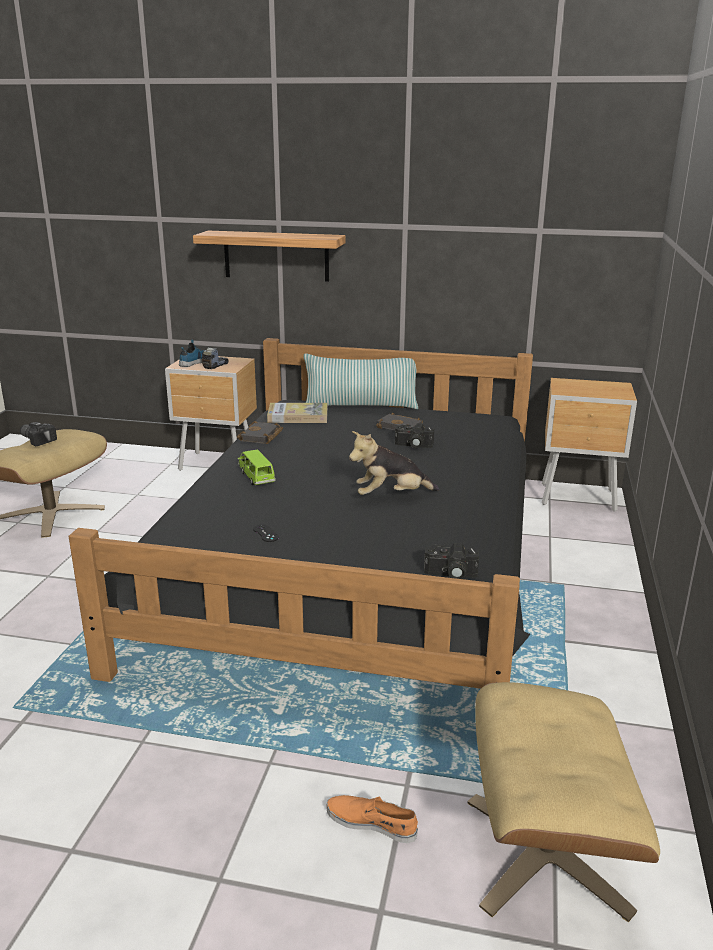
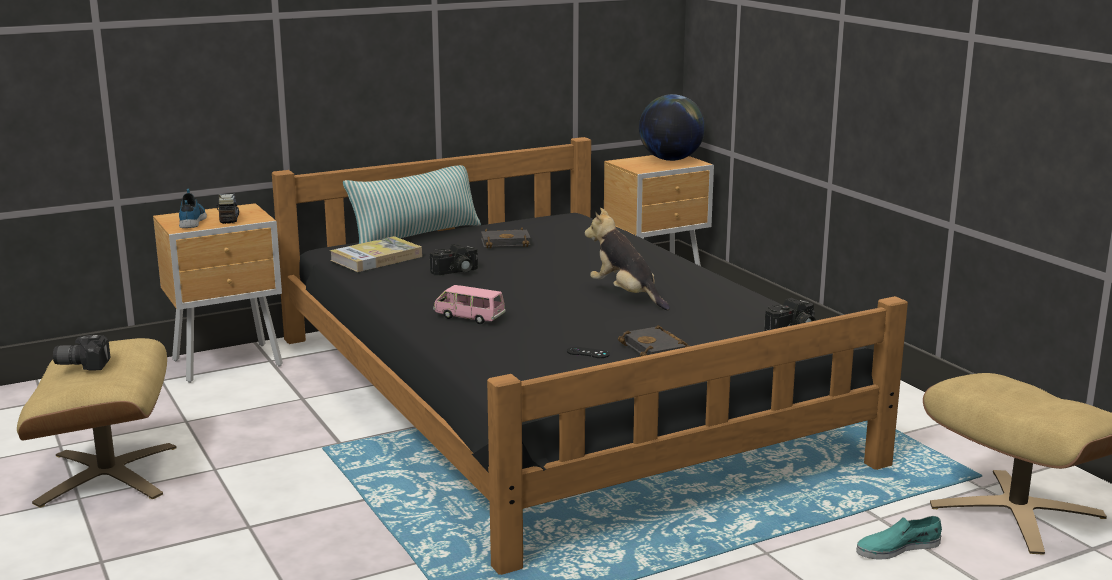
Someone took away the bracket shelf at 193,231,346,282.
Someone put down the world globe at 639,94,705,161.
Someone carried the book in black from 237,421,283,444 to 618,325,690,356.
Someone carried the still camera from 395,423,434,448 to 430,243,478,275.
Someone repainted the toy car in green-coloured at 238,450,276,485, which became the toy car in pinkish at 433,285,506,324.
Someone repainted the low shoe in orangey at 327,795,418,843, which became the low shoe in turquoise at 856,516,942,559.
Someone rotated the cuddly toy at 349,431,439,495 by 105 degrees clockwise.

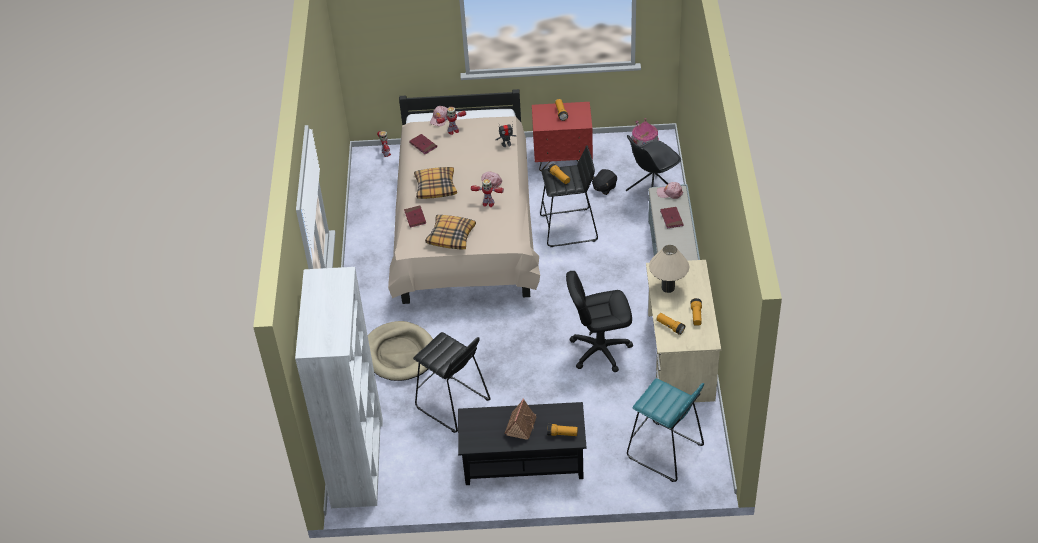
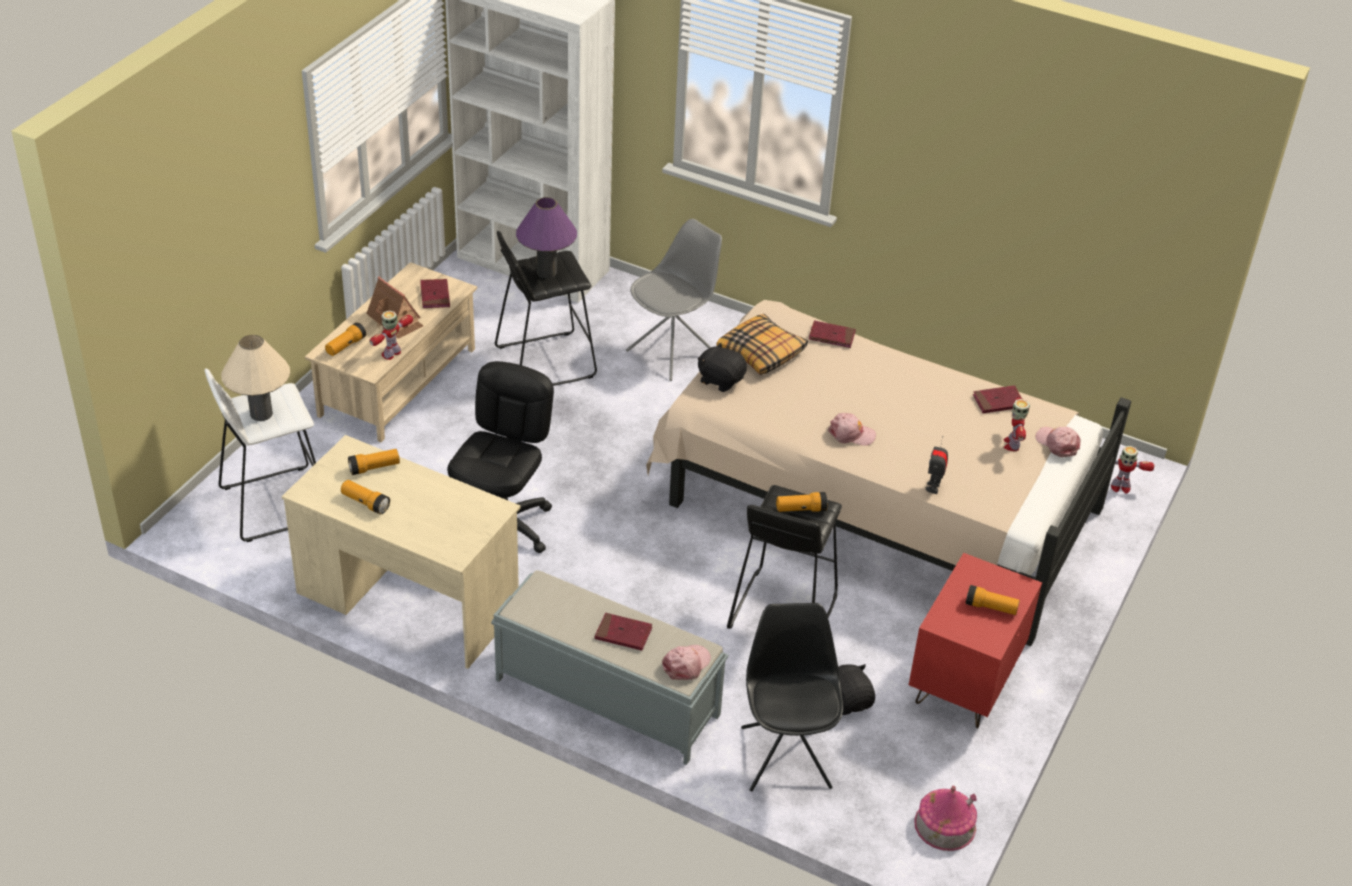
Someone took away the throw pillow at 414,167,457,199.
Someone put down the book in red-coloured at 420,279,450,308.
Someone put down the lamp for a table in purple-coloured at 516,197,577,278.
Someone put down the cuddly toy in black at 698,343,747,392.
Someone carried the model robot from 471,178,504,207 to 369,311,413,360.
Someone carried the lamp for a table in beige-coloured from 649,245,690,293 to 221,335,290,421.
Someone swapped the dog bed in beige-coloured at 368,321,433,381 for the plain chair in greyish at 626,219,722,381.
Someone repainted the lounge table in black at 458,402,587,485, which became the lounge table in beige-coloured at 305,262,477,442.
Someone repainted the stool seat in turquoise at 627,379,704,482, which became the stool seat in whitish at 205,368,316,542.

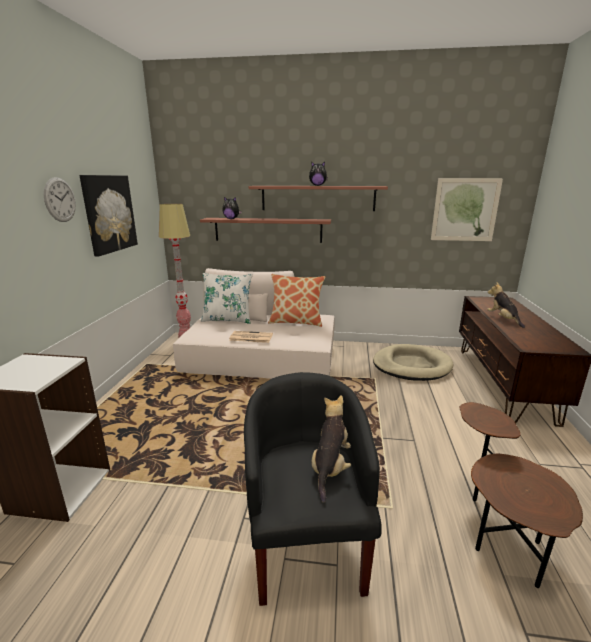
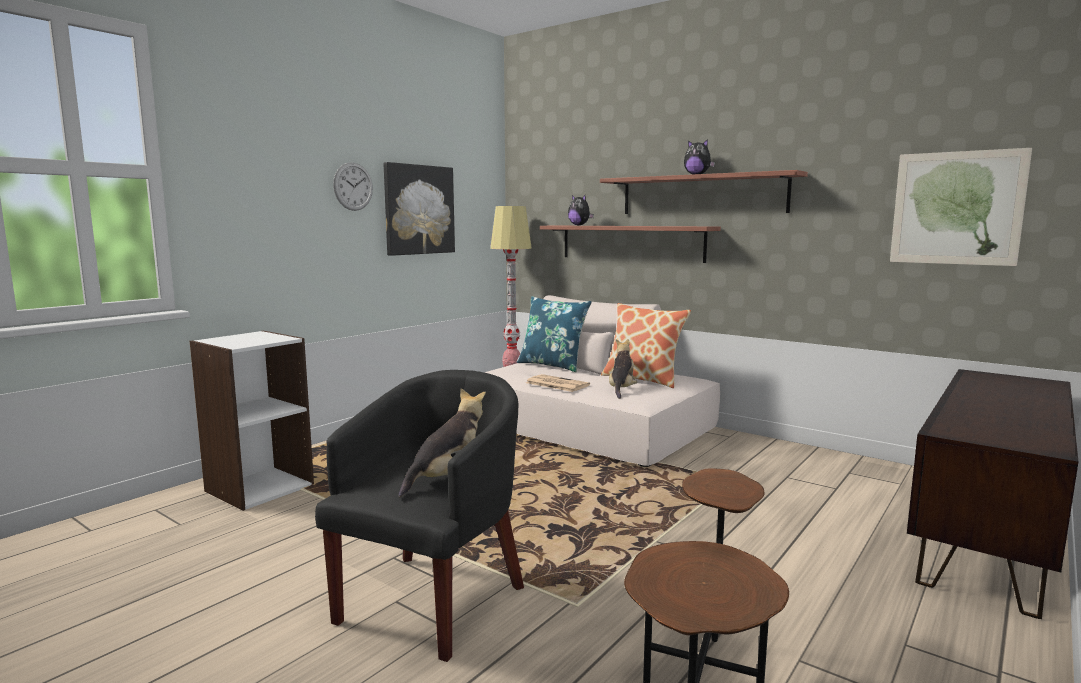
Someone took away the dog bed in beige-coloured at 373,344,453,381.
Someone carried the cuddly toy from 487,282,525,328 to 609,339,637,399.
Someone repainted the throw pillow in whitish at 201,273,253,324, which became the throw pillow in blue-coloured at 517,296,592,372.

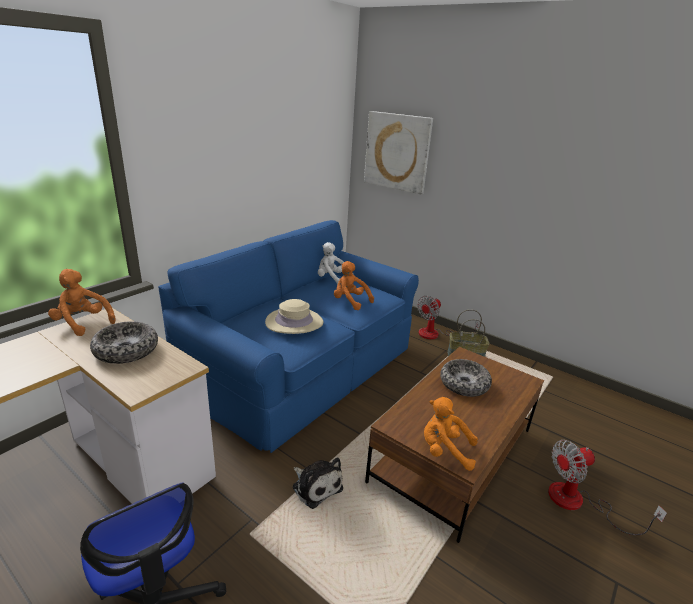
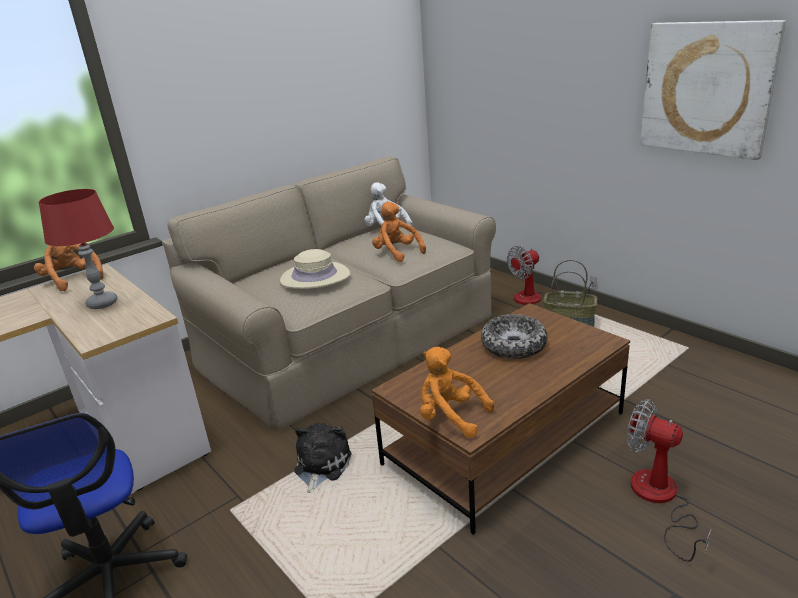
Someone carried the picture from 364,111,433,194 to 640,20,786,160.
Someone swapped the serving bowl at 90,321,158,364 for the lamp for a table in red-coloured at 38,189,118,309.
Someone repainted the settee in blue-coloured at 158,220,419,453, which became the settee in beige-coloured at 162,156,496,430.
Someone rotated the cuddly toy at 292,457,343,509 by 135 degrees counterclockwise.
Someone rotated the electric fan at 548,440,667,535 by 45 degrees clockwise.

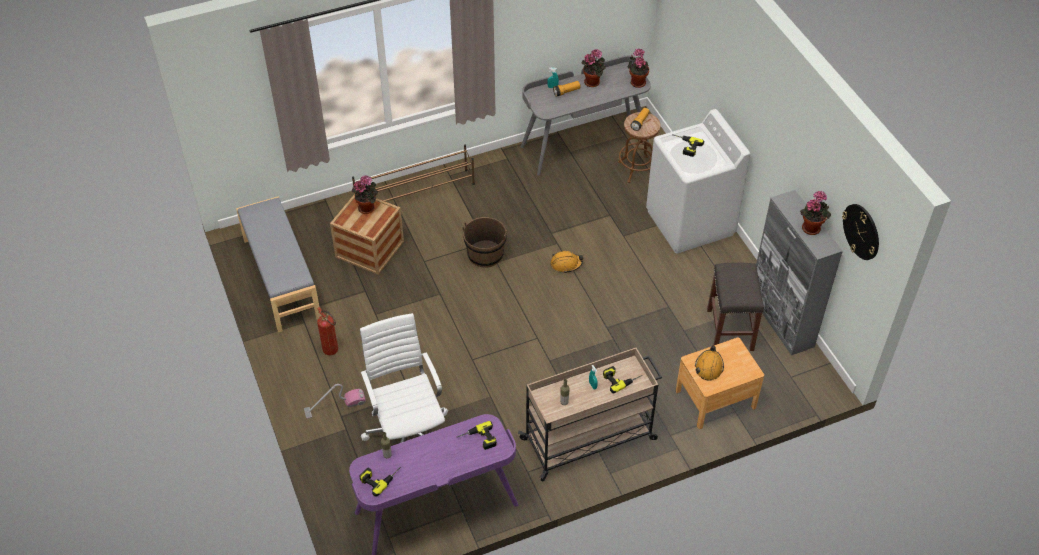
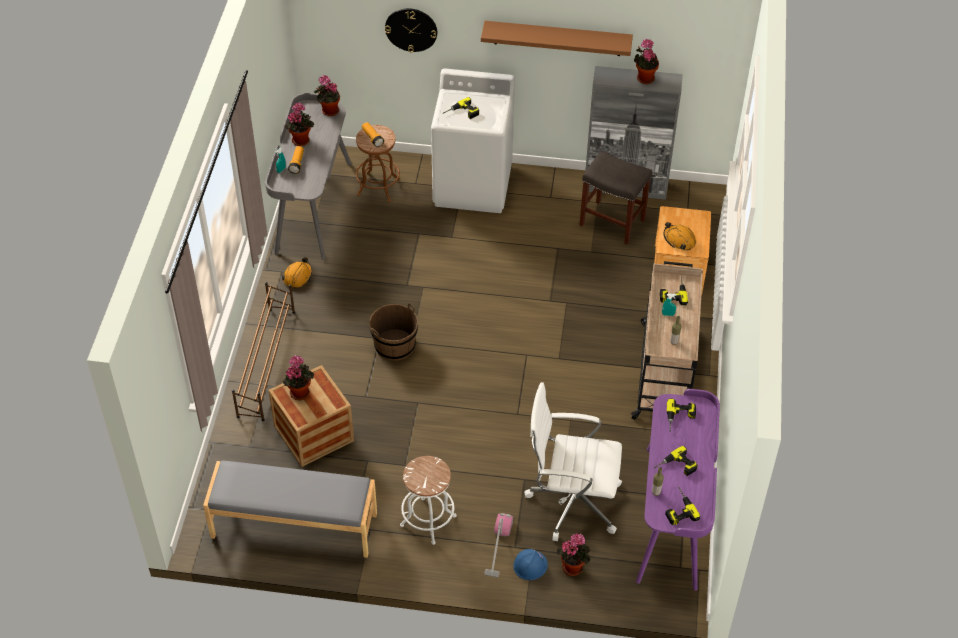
Someone put up the bracket shelf in brown at 481,21,633,56.
Someone put down the hard hat in blue-coloured at 513,549,548,580.
Someone put down the houseplant at 557,533,590,576.
Someone put down the electric drill at 654,446,698,476.
Someone carried the hard hat in orangey from 550,251,584,273 to 282,257,312,288.
Someone carried the clock on the wall from 842,204,879,260 to 385,8,437,53.
Someone swapped the fire-fighting cylinder at 317,307,338,355 for the stool seat in whitish at 400,456,457,545.

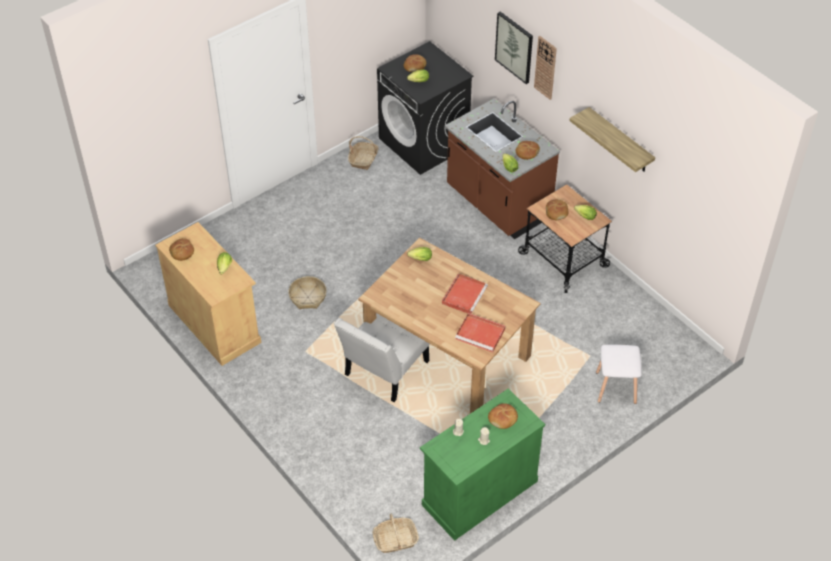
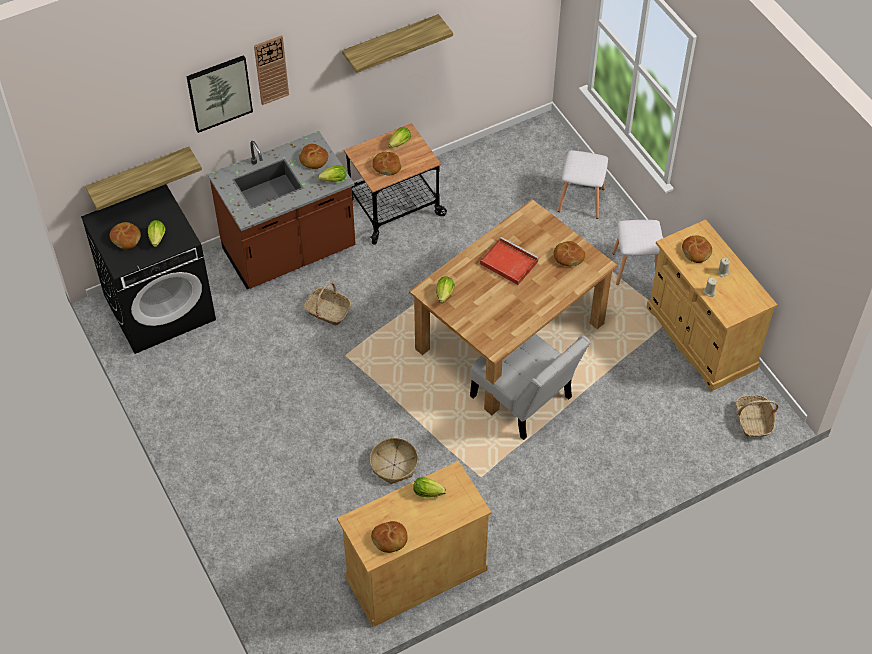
Someone put up the bracket shelf at 85,147,202,211.
Someone put down the stool seat in whitish at 612,220,663,285.
Someone carried the household basket from 348,136,378,170 to 304,282,351,325.
Someone swapped the tray in red-coloured at 455,313,505,352 for the bakery bread at 554,241,585,266.
Someone repainted the cabinet in green-coloured at 420,389,545,541, which became the cabinet in beige-coloured at 646,219,777,391.

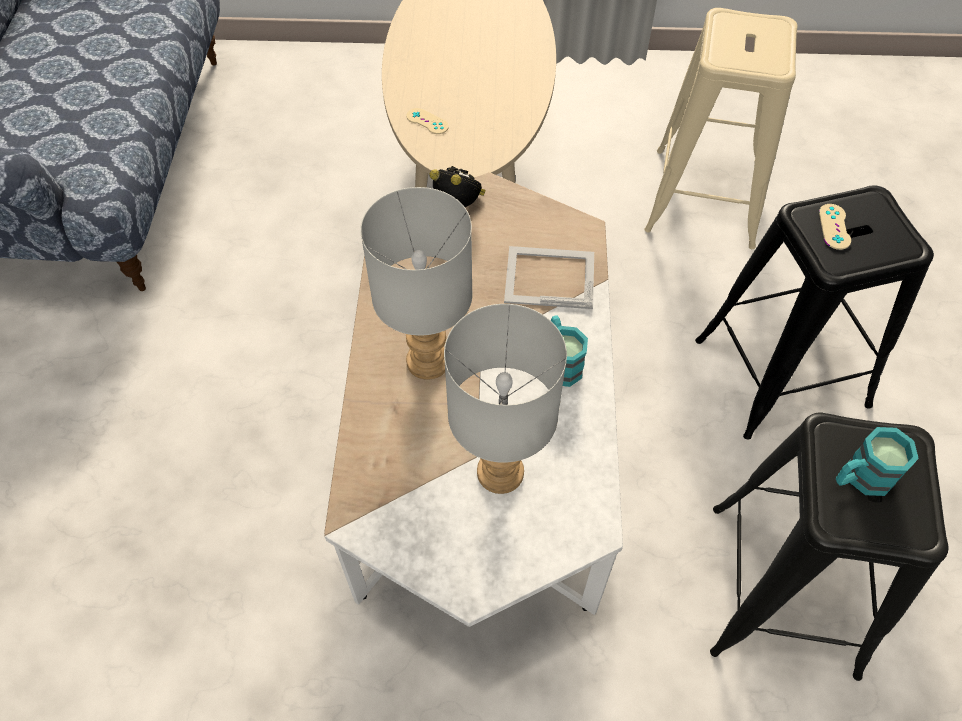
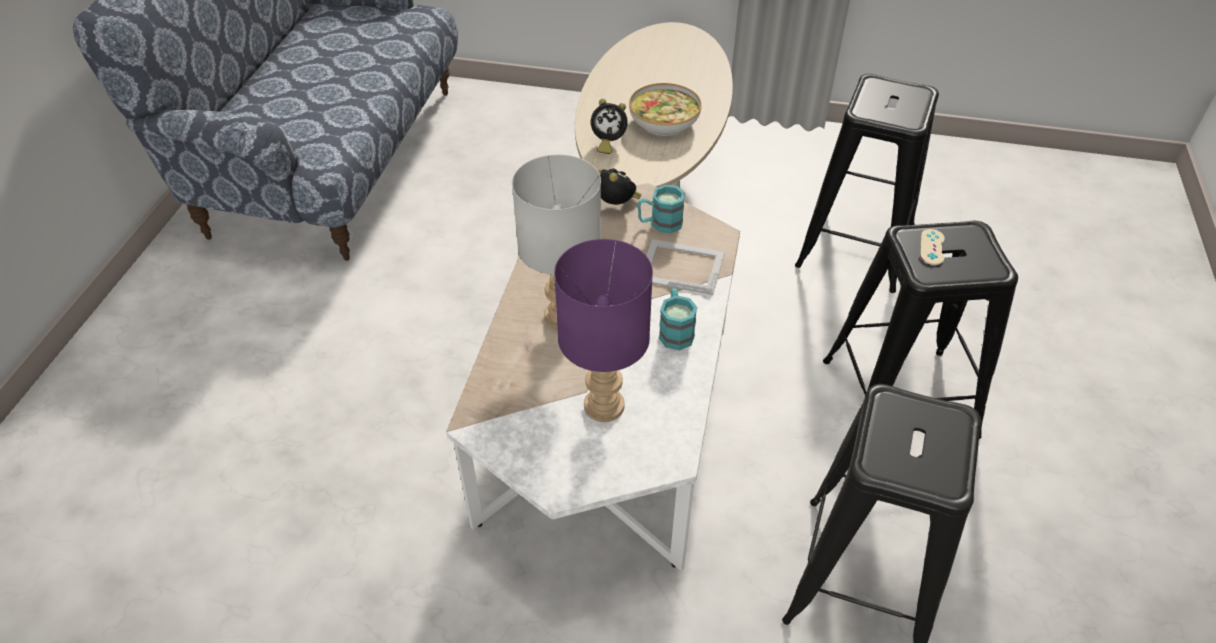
Someone put down the serving bowl at 629,83,702,136.
Someone carried the tea mug in turquoise from 836,427,919,496 to 638,185,685,234.
Someone swapped the gamepad in beige-coloured at 407,108,449,134 for the table clock at 591,99,628,154.
Someone repainted the lamp for a table in greyish at 444,304,567,494, which became the lamp for a table in purple-coloured at 554,239,653,422.
Someone repainted the stool seat in beige-coloured at 644,8,797,249, which became the stool seat in black at 795,74,939,293.

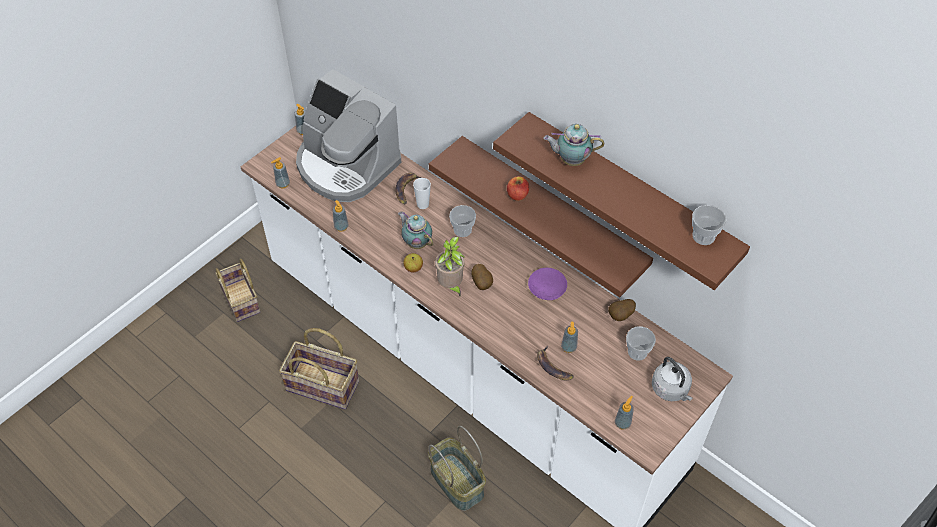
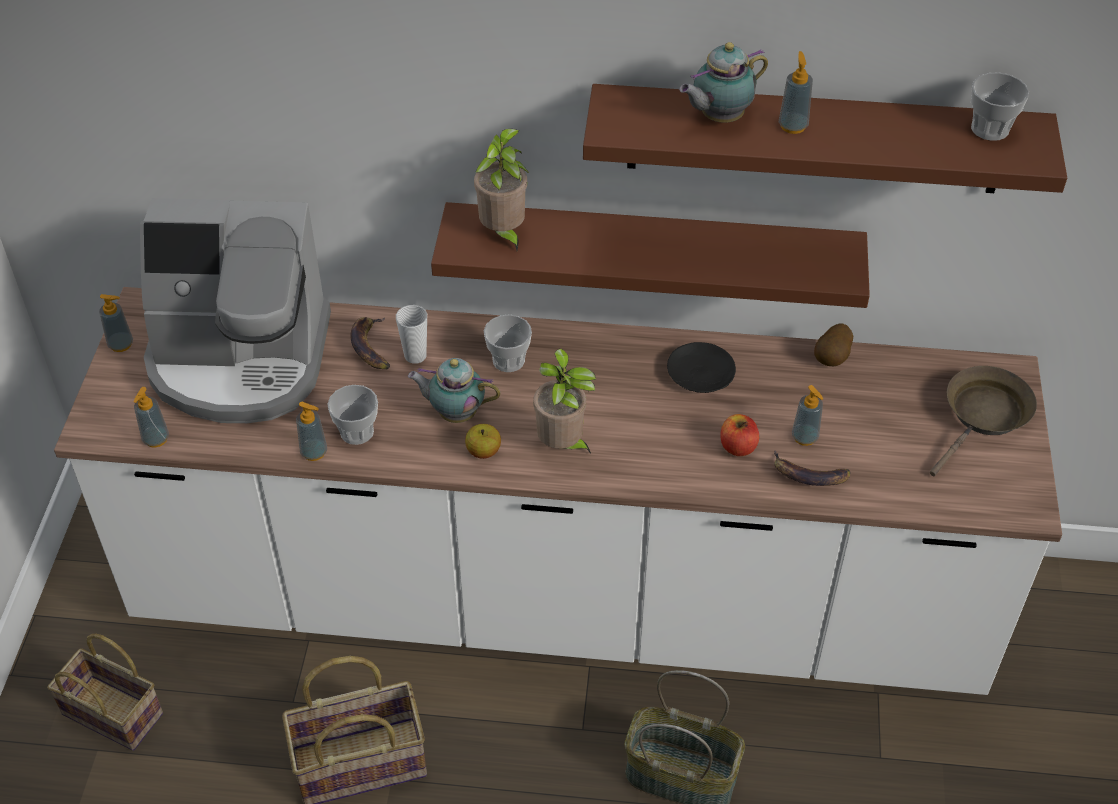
Someone took away the spud at 471,264,493,290.
Someone put down the houseplant at 474,129,529,251.
Someone carried the whole apple from 507,176,529,201 to 720,414,759,456.
Someone carried the soap bottle from 615,395,634,429 to 779,51,813,134.
Someone carried the drinking cup from 626,326,656,361 to 327,385,378,445.
Someone swapped the water kettle in greyish at 652,357,692,401 for the pan in brown at 930,366,1037,476.
Someone repainted the dinner plate in purple-coloured at 528,268,567,300, which became the dinner plate in black at 667,342,736,393.

